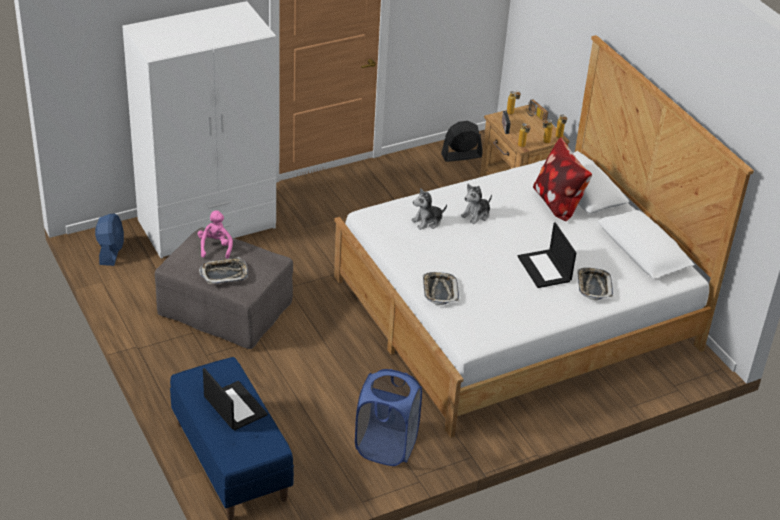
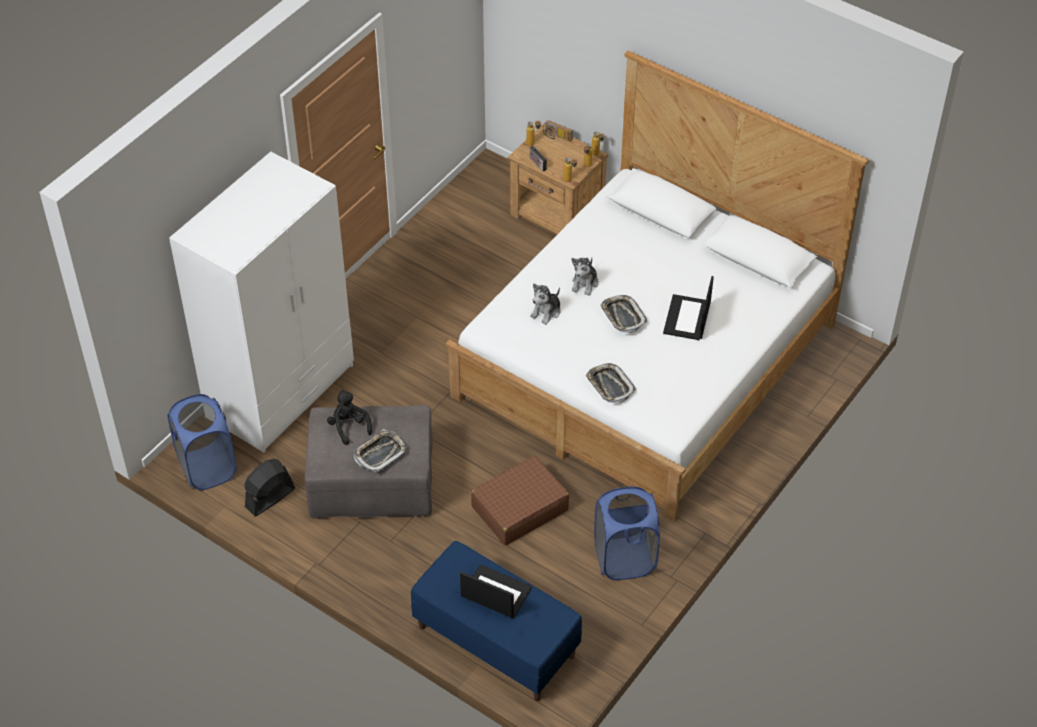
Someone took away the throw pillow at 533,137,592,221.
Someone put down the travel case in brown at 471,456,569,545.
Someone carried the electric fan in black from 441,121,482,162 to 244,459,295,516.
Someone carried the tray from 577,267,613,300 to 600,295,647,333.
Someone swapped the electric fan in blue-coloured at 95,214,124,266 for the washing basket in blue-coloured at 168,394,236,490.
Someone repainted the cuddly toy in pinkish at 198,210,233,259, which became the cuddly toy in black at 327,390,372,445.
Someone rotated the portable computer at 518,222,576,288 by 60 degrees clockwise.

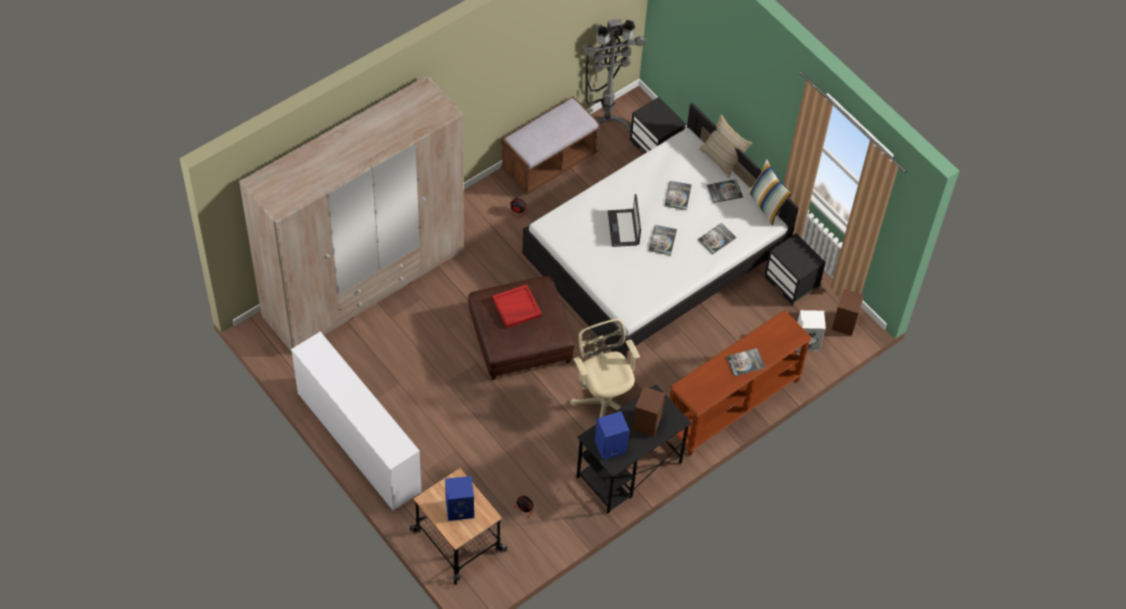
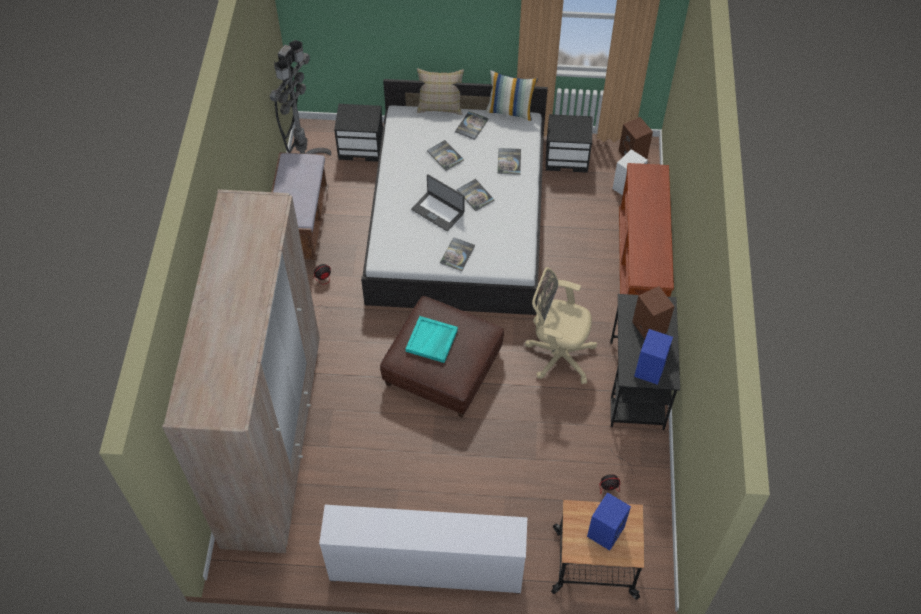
Someone carried the book from 726,348,765,377 to 440,237,475,271.
Someone repainted the tray in red-coloured at 492,284,542,328, which became the tray in turquoise at 406,316,458,363.

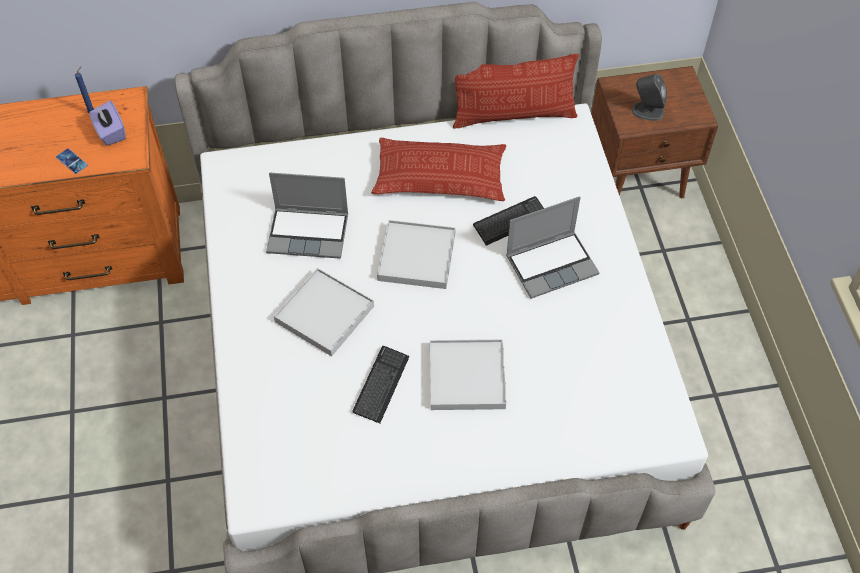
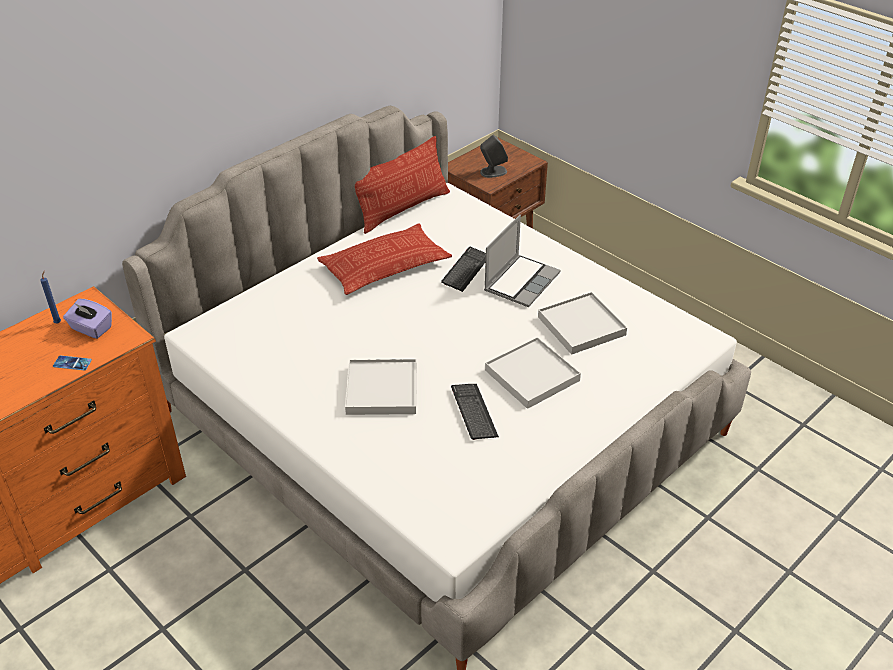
Someone took away the portable computer at 266,172,348,259.
Someone carried the tray in whitish from 377,220,456,289 to 538,292,627,355.

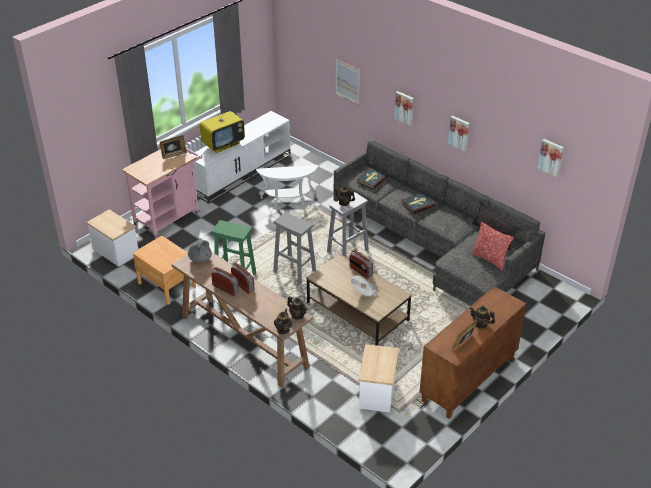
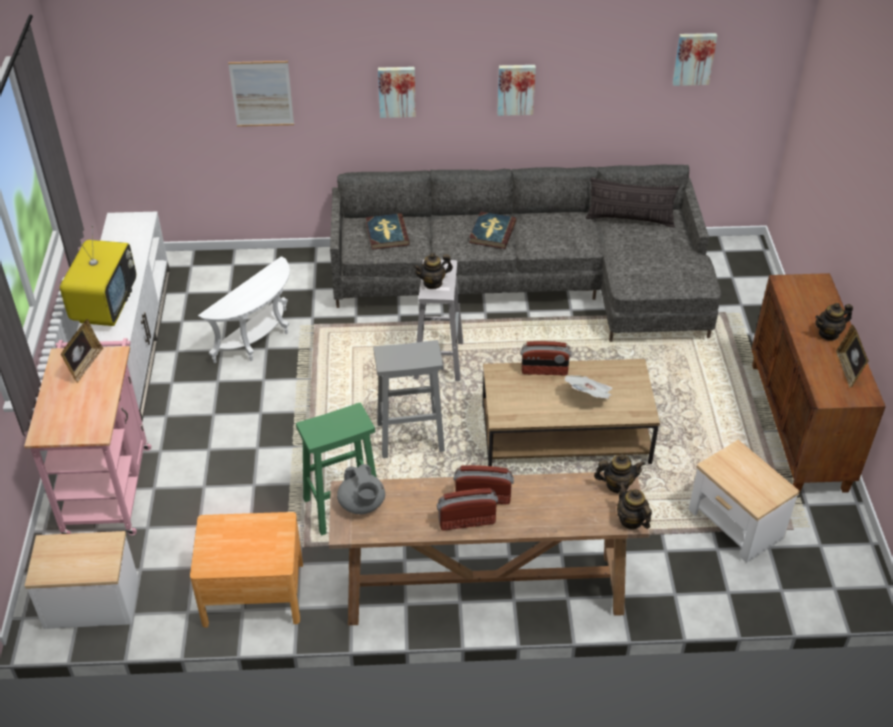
Someone took away the throw pillow at 471,222,514,270.

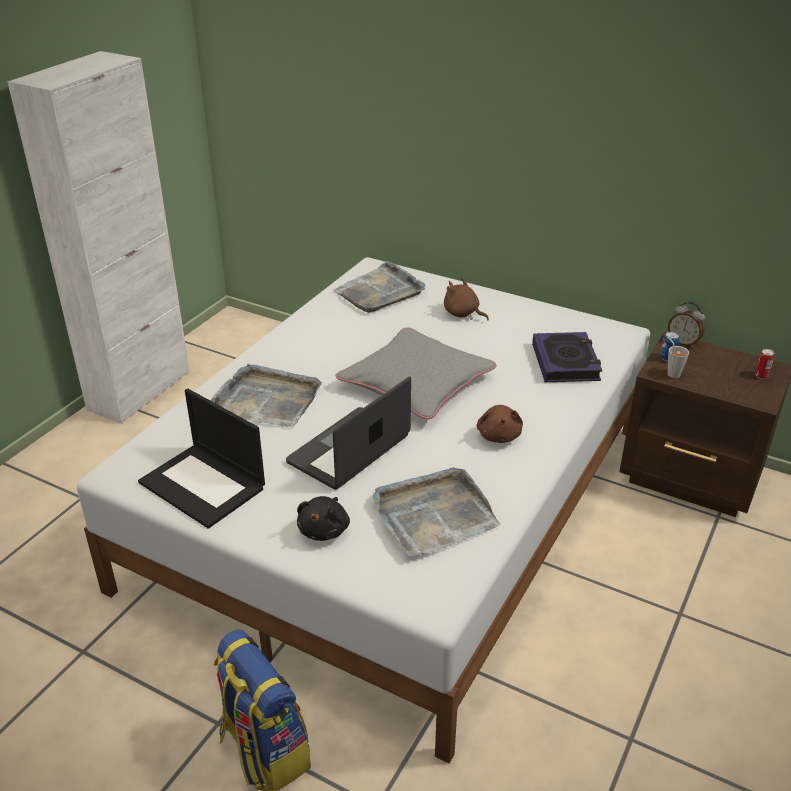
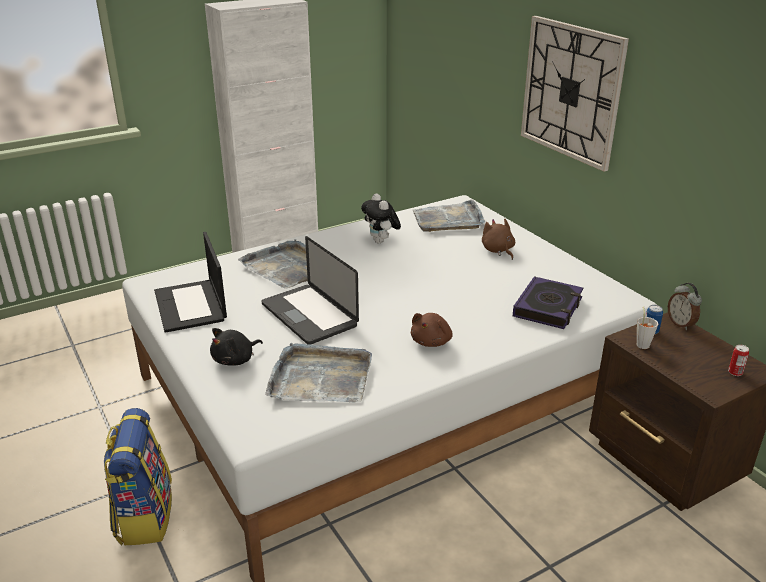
Someone took away the throw pillow in greyish at 336,327,496,419.
Someone put down the cuddly toy at 361,193,401,243.
Someone put up the clock on the wall at 521,16,629,172.
Someone rotated the portable computer at 286,376,411,490 by 105 degrees counterclockwise.

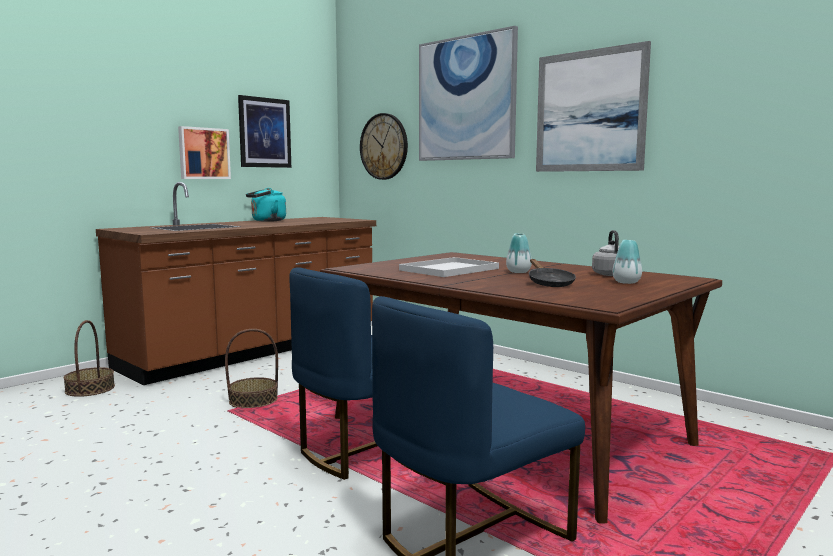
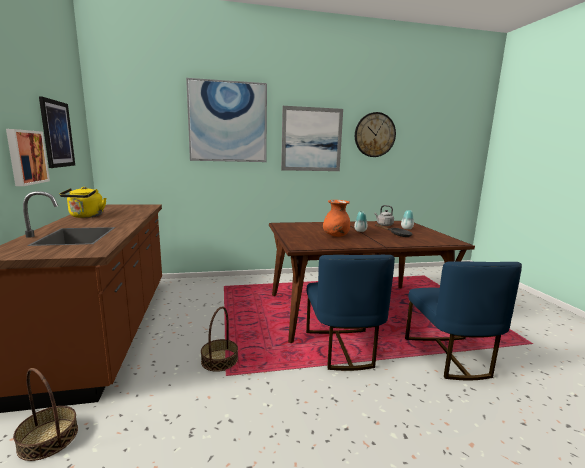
Someone carried the clock on the wall from 360,113,408,180 to 355,112,396,157.
Someone swapped the tray in whitish at 399,257,499,277 for the flower vase in orangey at 323,200,350,237.
Someone repainted the water kettle in turquoise at 246,188,286,222, which became the water kettle in yellow at 59,187,106,218.

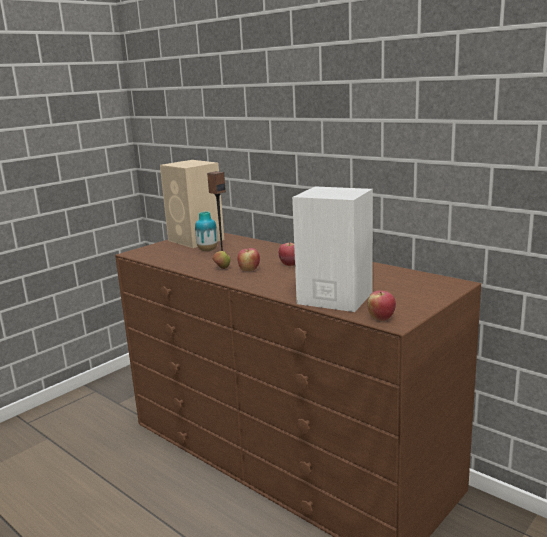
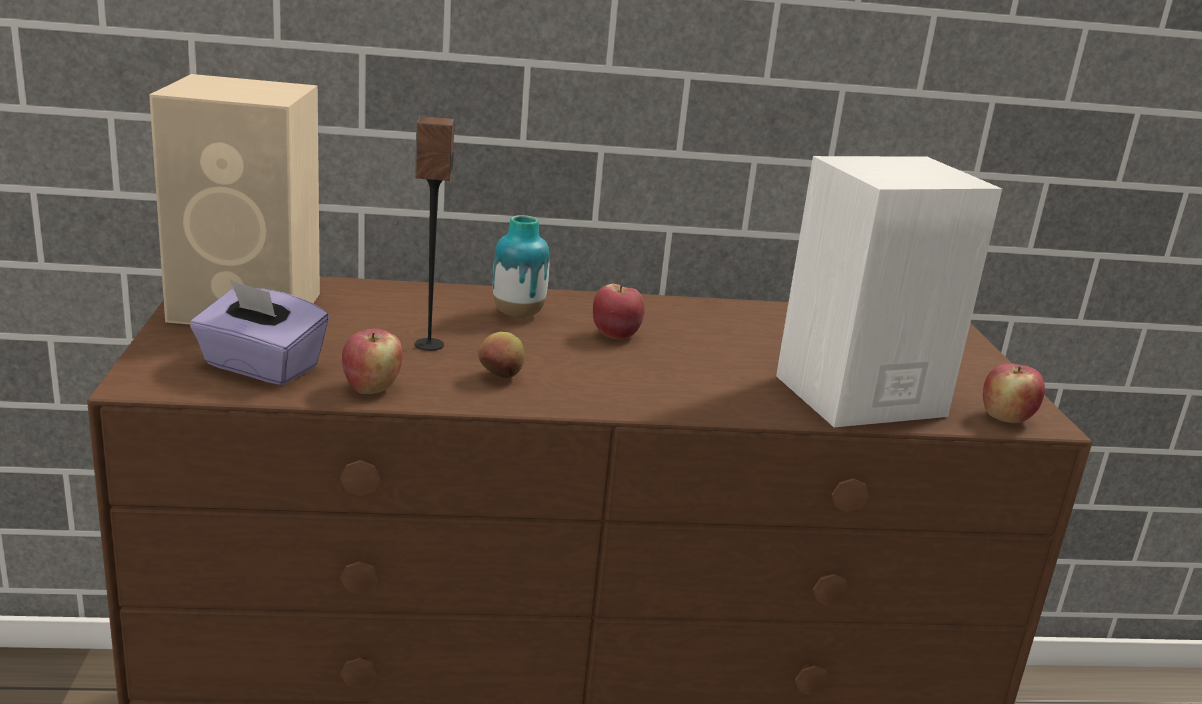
Someone put down the tissue box in purple-coloured at 190,280,329,385.
Someone carried the flower vase from 195,211,218,251 to 493,215,550,317.
Someone carried the whole apple from 237,248,260,271 to 342,328,403,394.

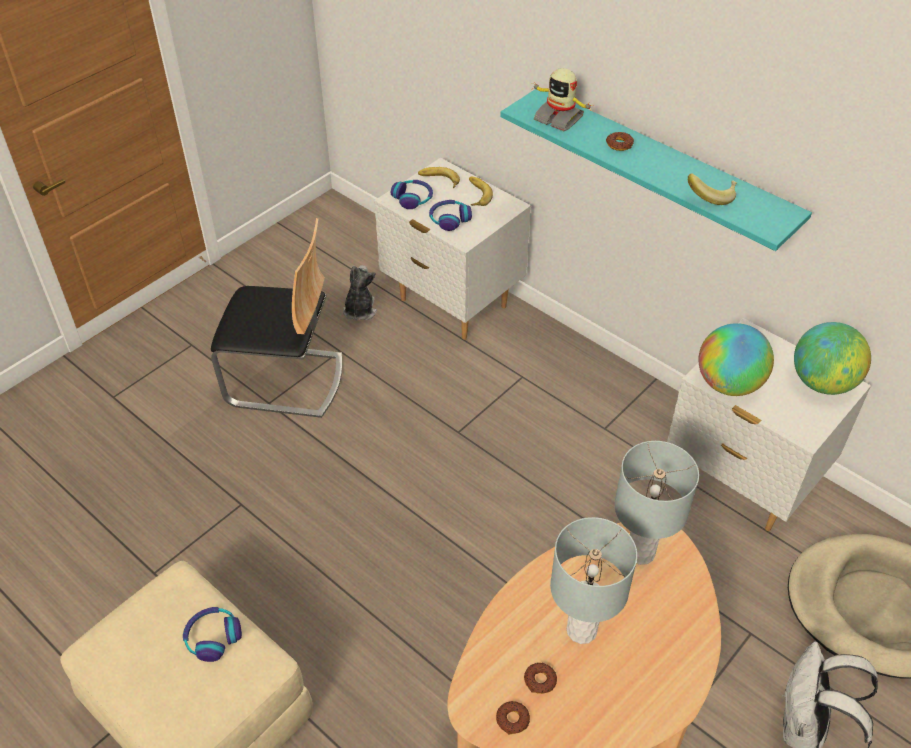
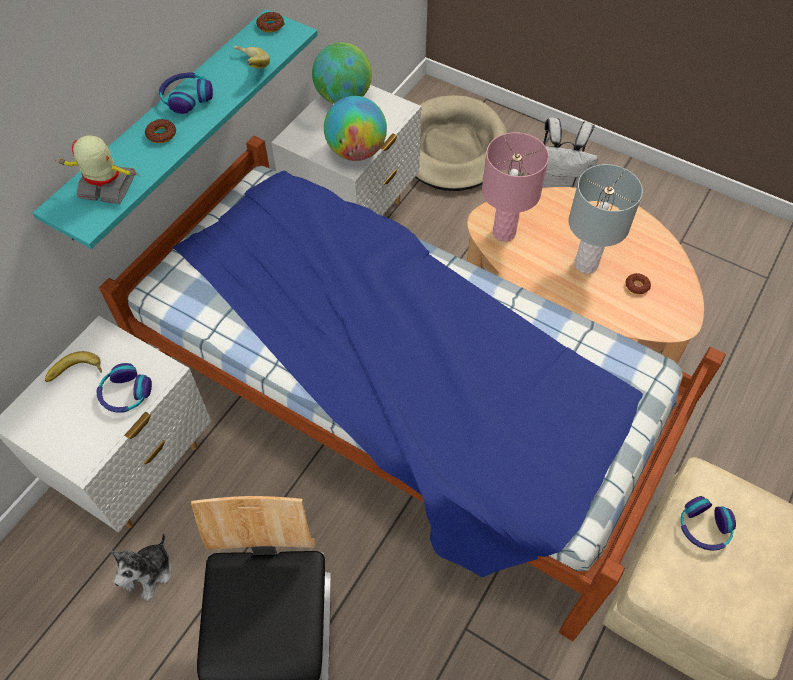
Someone took away the banana fruit at 418,167,460,188.
Someone put down the bed at 99,136,726,641.
Someone carried the pair of headphones from 391,180,433,209 to 159,72,213,114.
Someone carried the doughnut from 496,701,530,734 to 256,12,284,33.
Someone repainted the lamp for a table in greyish at 614,441,699,565, which became the lamp for a table in pinkish at 482,132,549,242.
Someone rotated the cuddly toy at 343,265,377,321 by 60 degrees counterclockwise.
Someone rotated the model robot at 531,68,594,132 by 105 degrees counterclockwise.

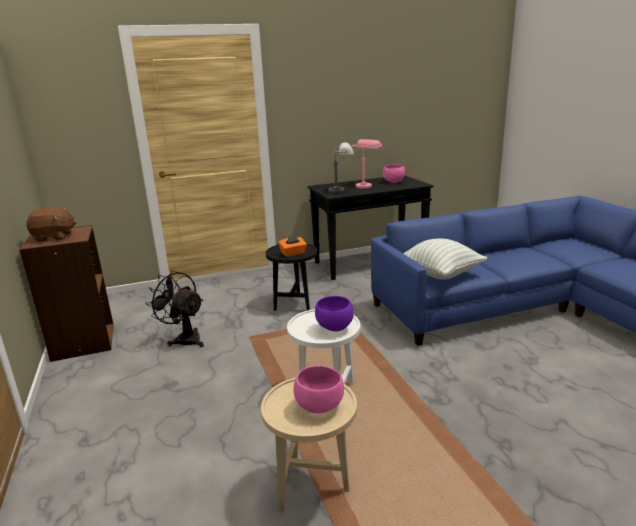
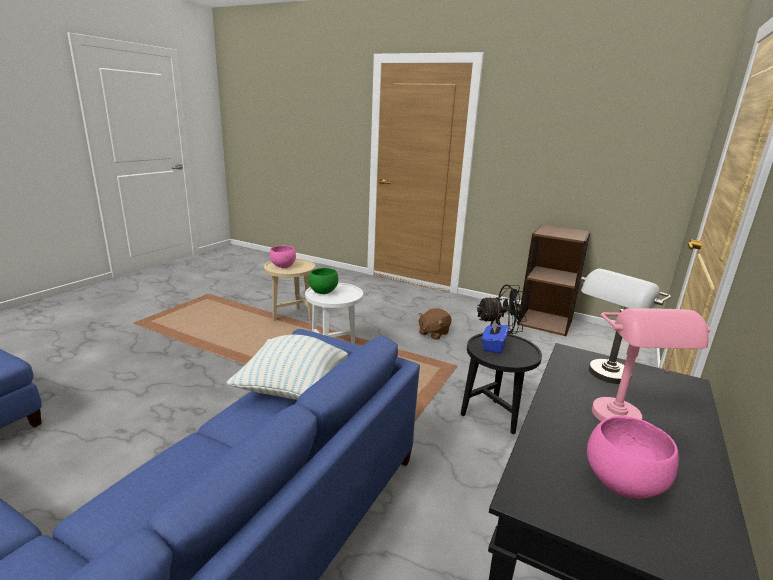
Someone carried the cuddly toy in brown from 26,208,77,242 to 418,308,451,340.
Someone repainted the tissue box in orangey at 278,235,307,257, which became the tissue box in blue-coloured at 482,320,509,354.
Someone repainted the serving bowl in purple-coloured at 315,296,354,332, which became the serving bowl in green-coloured at 308,268,338,294.

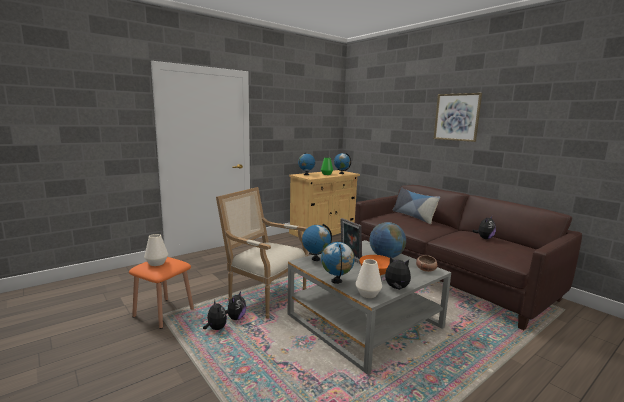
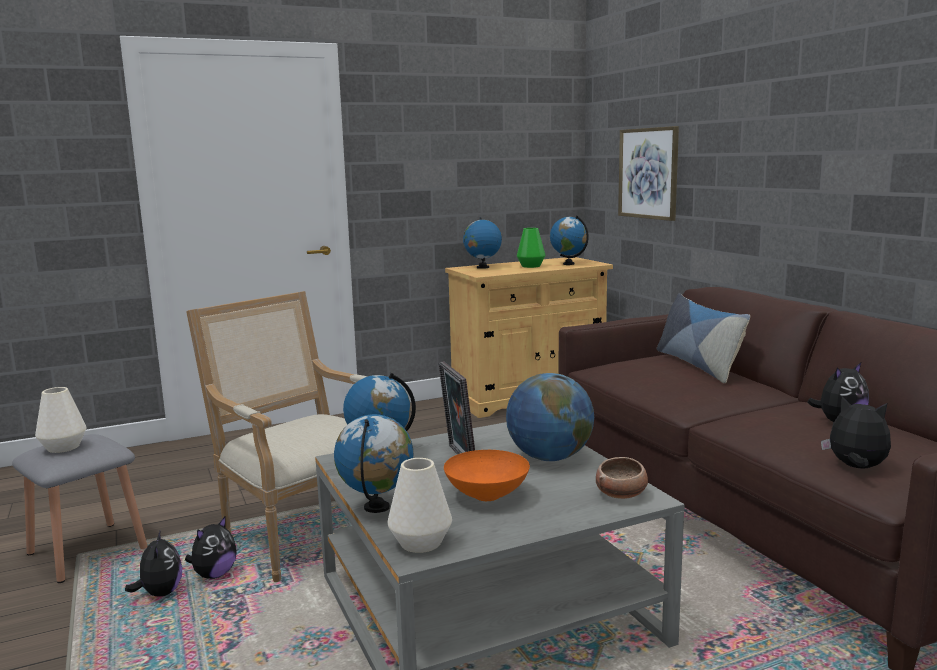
Someone carried the cuddly toy from 382,257,411,290 to 821,396,891,469.
Someone carried the picture from 433,93,482,142 to 618,126,679,221.
Someone repainted the stool seat in orangey at 129,257,194,329, which became the stool seat in greyish at 12,434,148,583.

